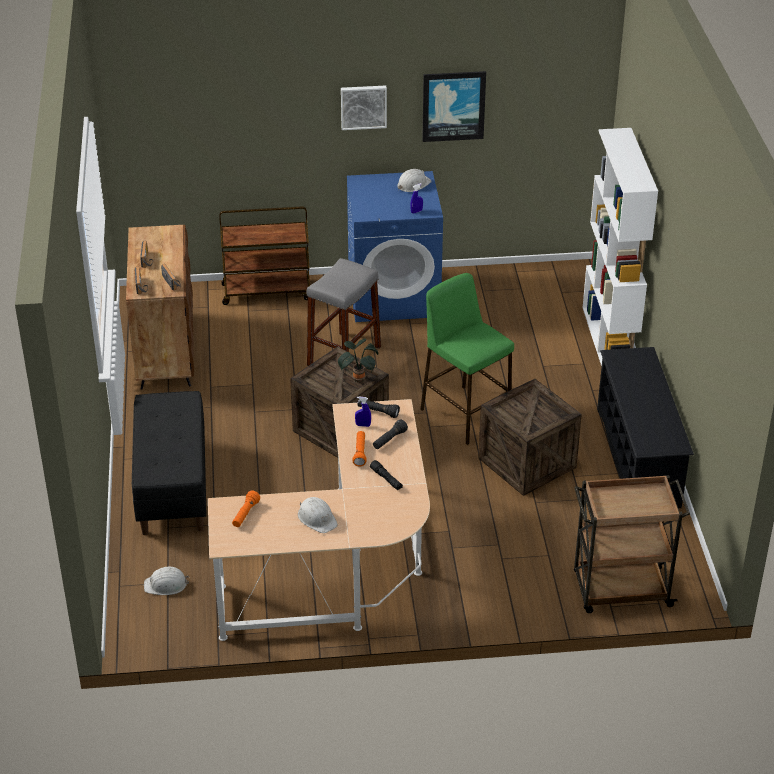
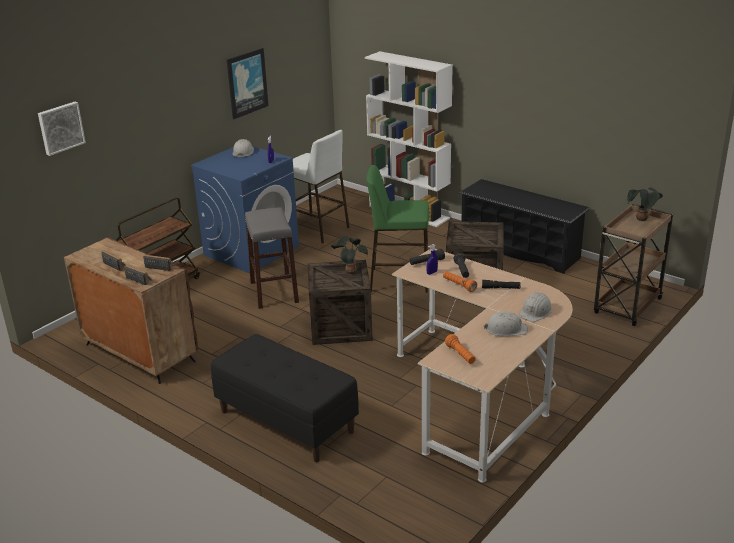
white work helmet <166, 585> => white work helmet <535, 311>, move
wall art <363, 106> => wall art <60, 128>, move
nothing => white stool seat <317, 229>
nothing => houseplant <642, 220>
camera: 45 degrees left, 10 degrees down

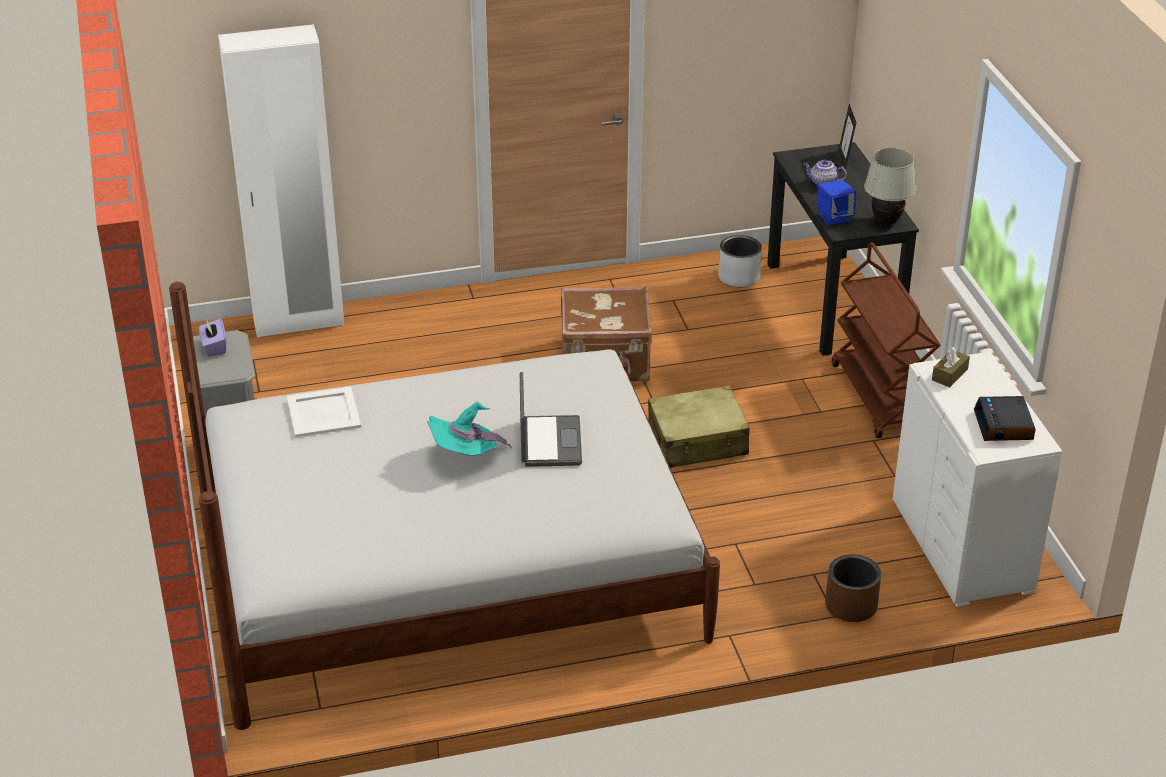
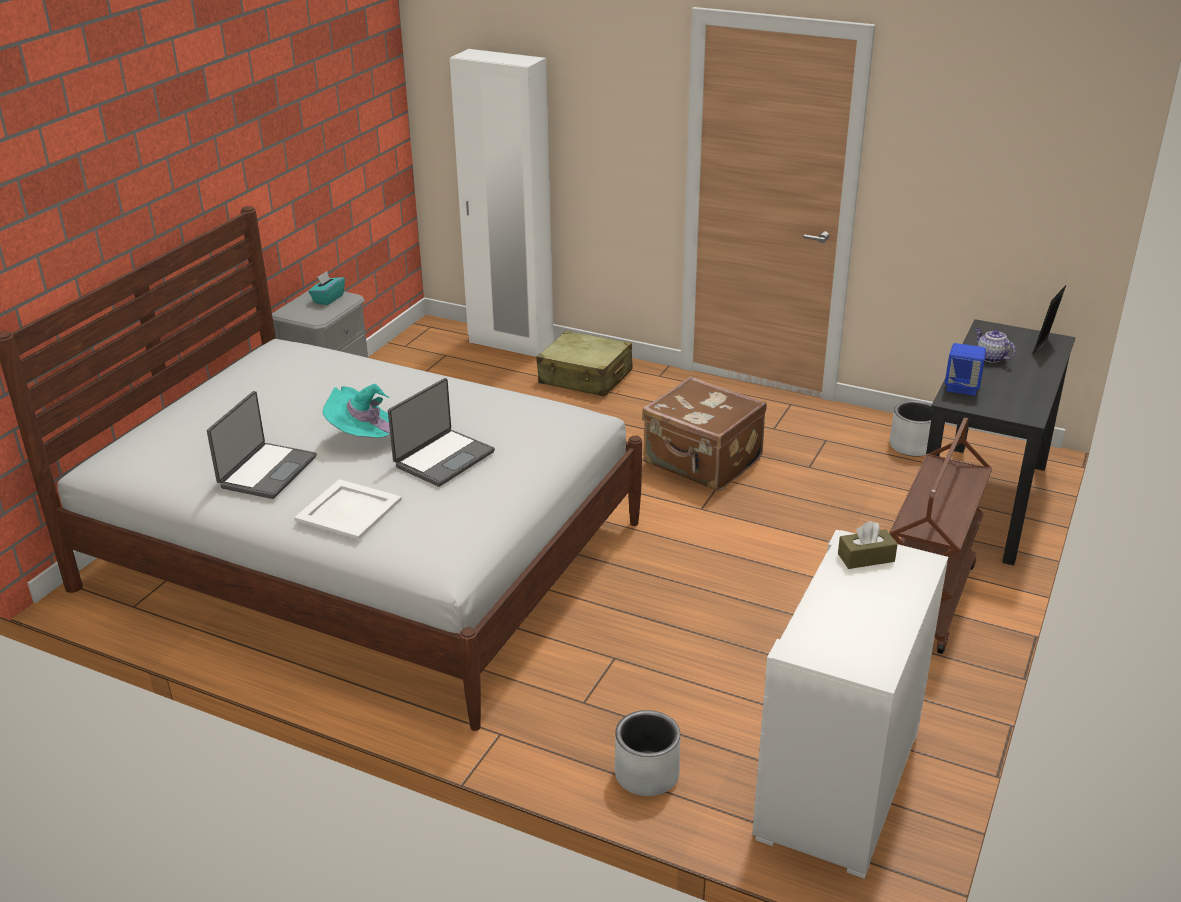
purplish tissue box <214, 347> => blue-green tissue box <328, 299>
white tray <324, 413> => white tray <349, 510>, move
beige-coloured suitcase <698, 441> => beige-coloured suitcase <585, 377>, move
brown plant pot <850, 606> => greyish plant pot <646, 774>
white lamp for a table <886, 221> => nothing
table clock <1004, 426> => nothing
nothing => portable computer <266, 471>
camera: 40 degrees right, 5 degrees down

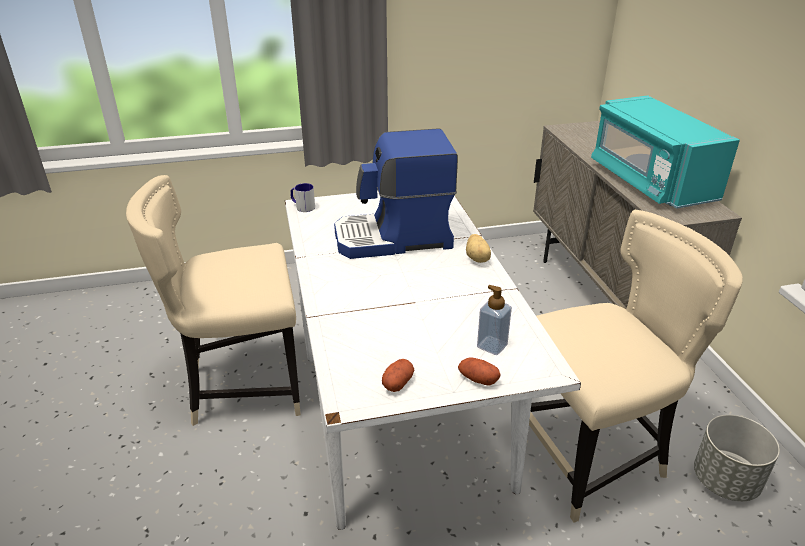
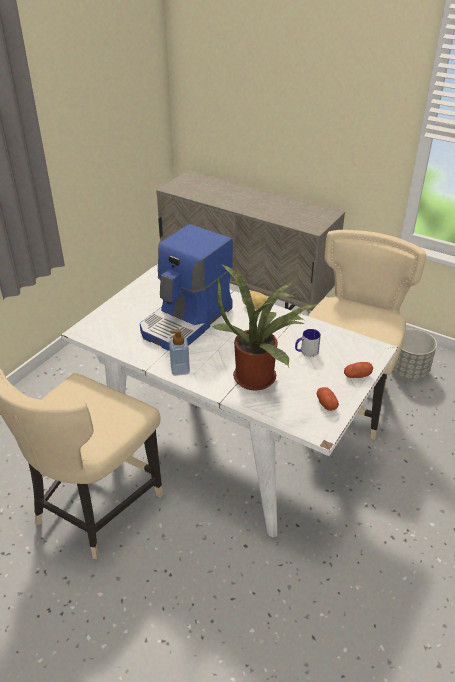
coffee mug <302, 207> => coffee mug <306, 352>, move
soap bottle <492, 346> => soap bottle <180, 370>, move
blue-green microwave oven <649, 181> => nothing
nothing => houseplant <258, 376>
camera: 45 degrees left, 5 degrees up

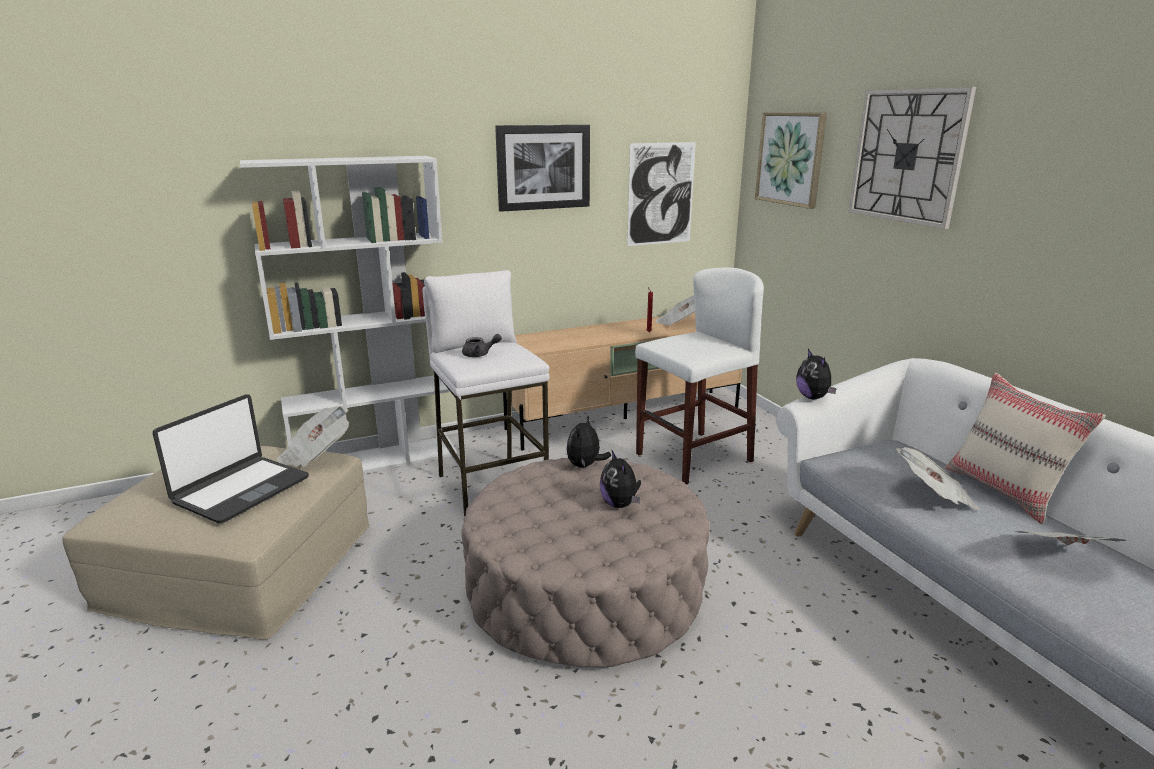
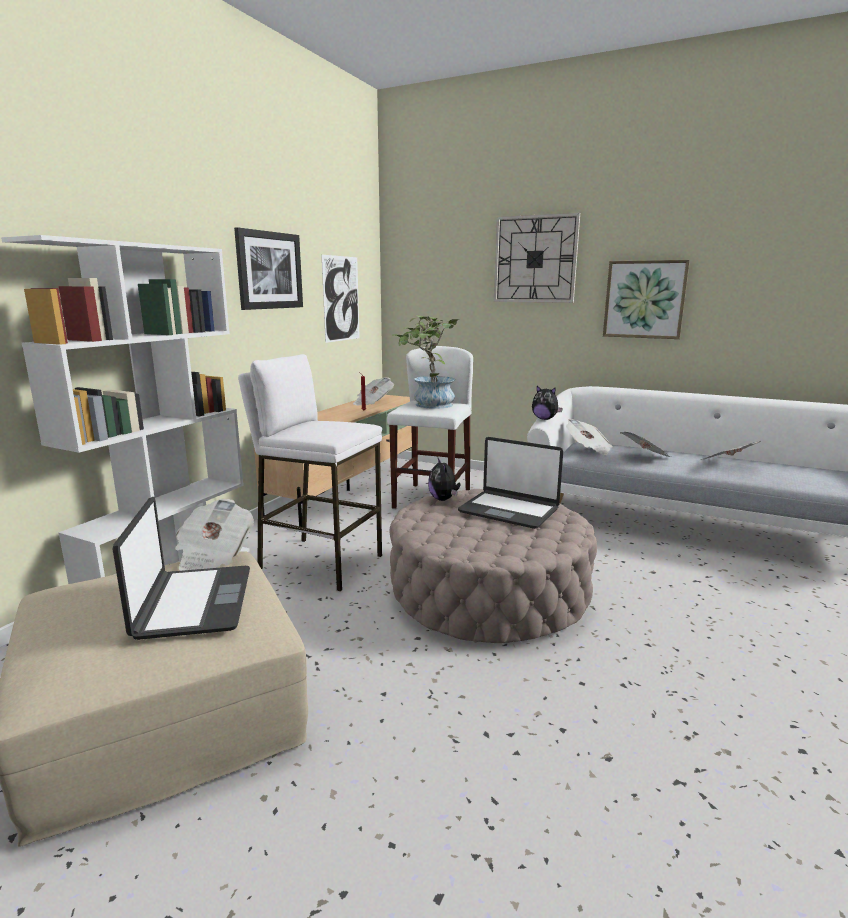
greyish tea pot <480, 354> => nothing
cuddly toy <620, 504> => portable computer <509, 510>
wall art <790, 159> => wall art <644, 299>, move
beige-coloured pillow <1005, 492> => nothing
nothing => houseplant <428, 405>
nothing => daily paper <588, 449>
camera: 40 degrees left, 5 degrees down

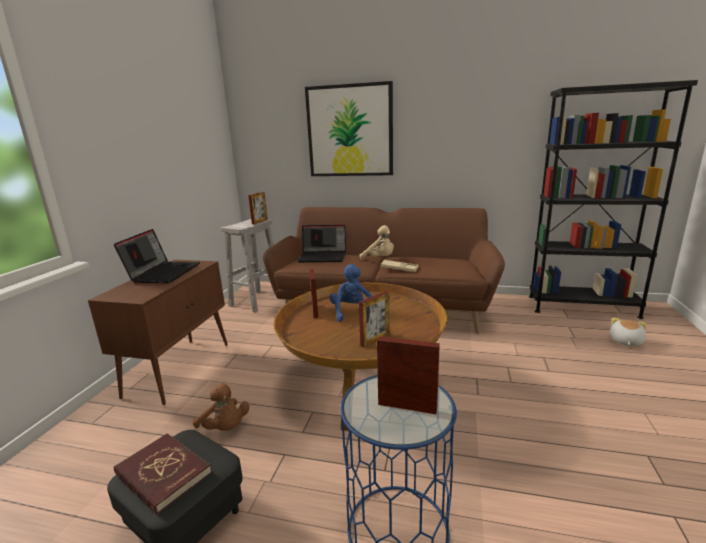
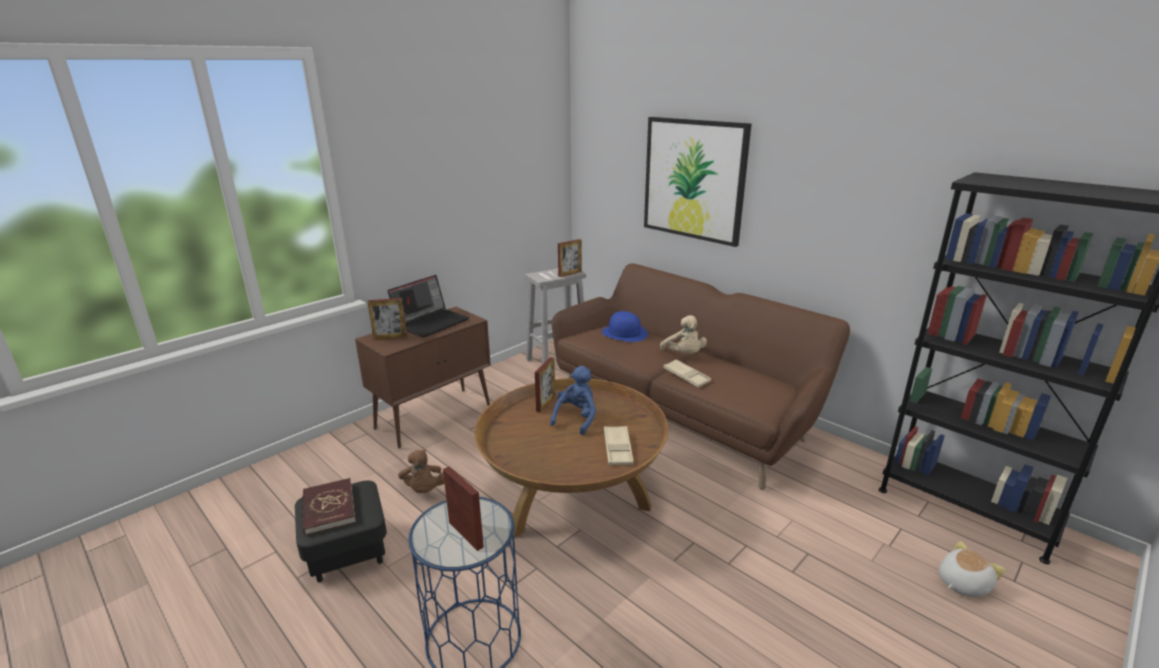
portable computer <323, 257> => blue clothing hat <624, 333>
standing frame <375, 340> => standing frame <390, 337>, move
nothing => beige-coloured tray <618, 449>
camera: 30 degrees right, 5 degrees up

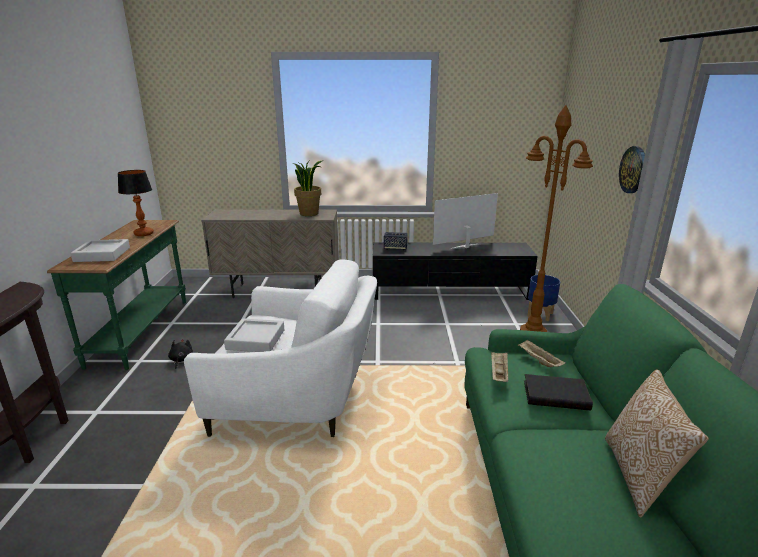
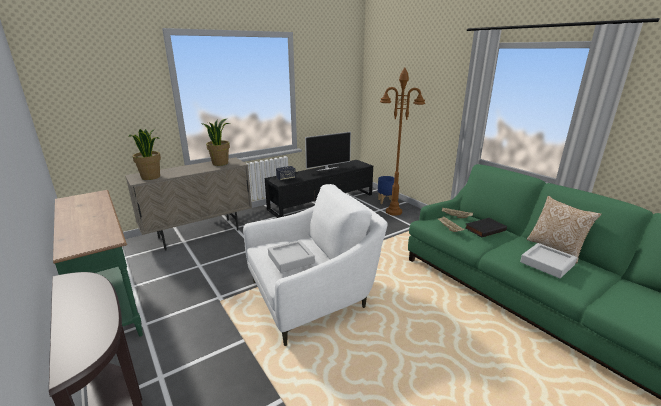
greyish tray <102, 254> => greyish tray <547, 263>, move
lamp for a table <143, 234> => nothing
black cuddly toy <181, 360> => nothing
television <465, 246> => television <327, 168>, 150 degrees counterclockwise
wall clock <633, 170> => nothing
nothing => houseplant <151, 177>
camera: 35 degrees left, 0 degrees up

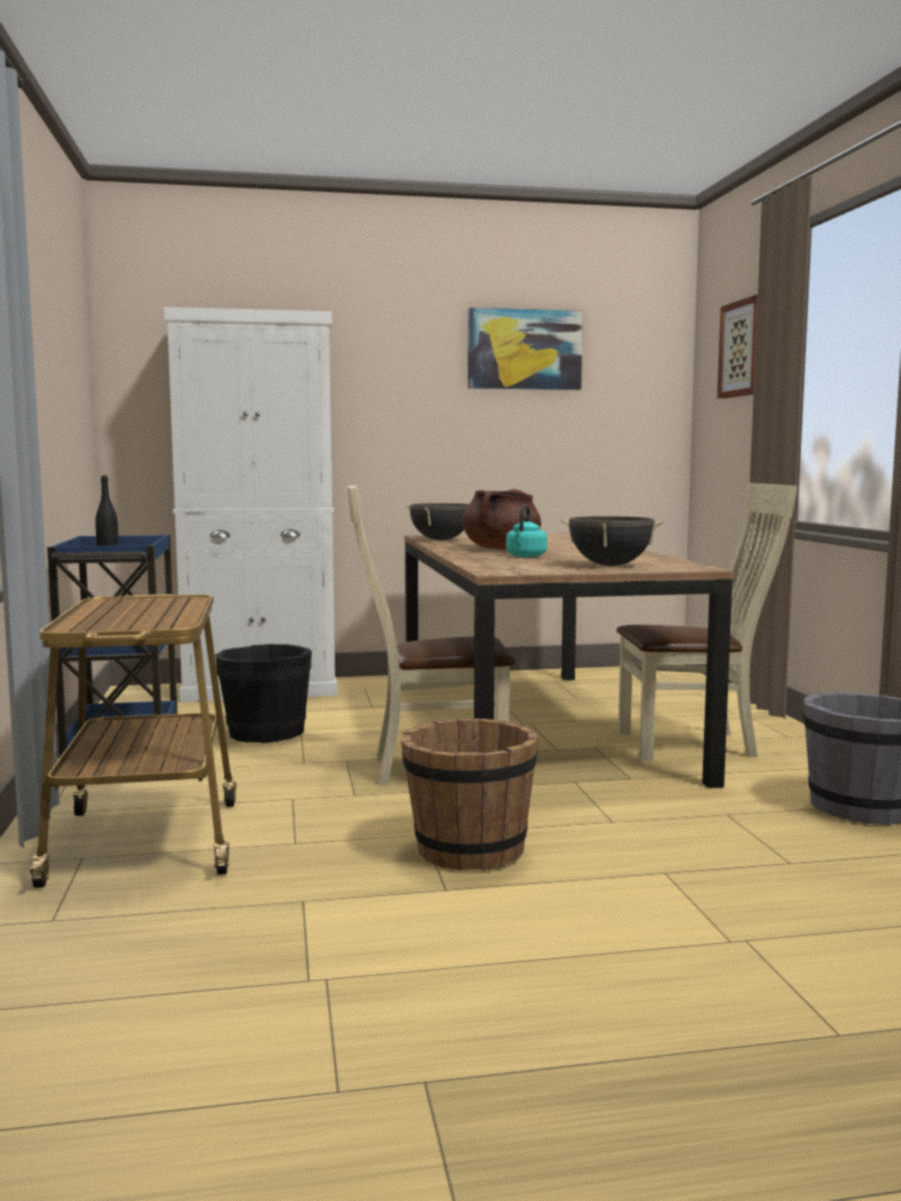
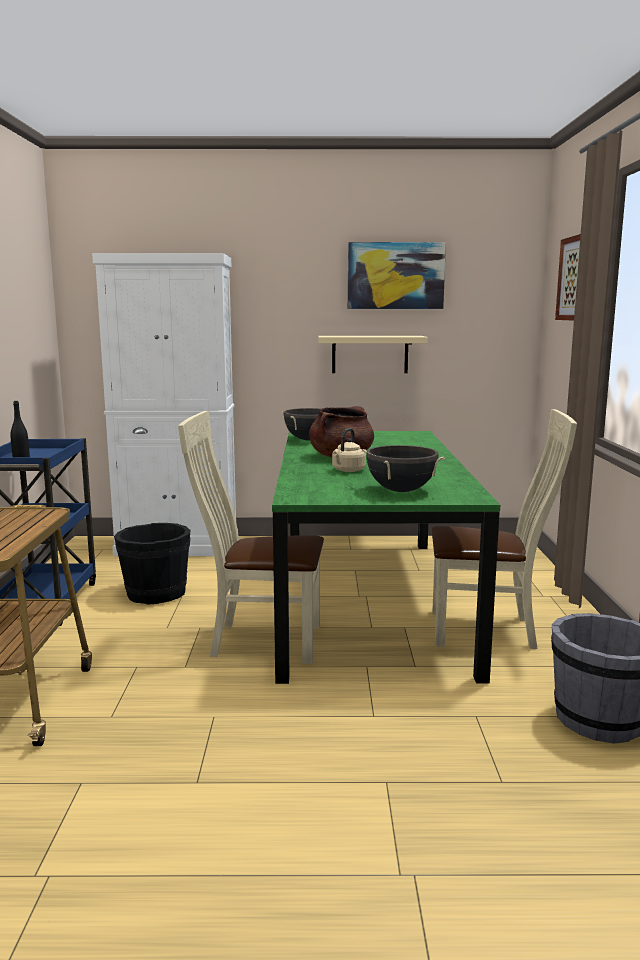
brown water bucket <469, 851> => nothing
brown dinner table <533, 725> => greenish dinner table <366, 599>
blue-green kettle <525, 556> => beige-coloured kettle <347, 470>
nothing => beige-coloured wall shelf <370, 354>
camera: 10 degrees right, 5 degrees up

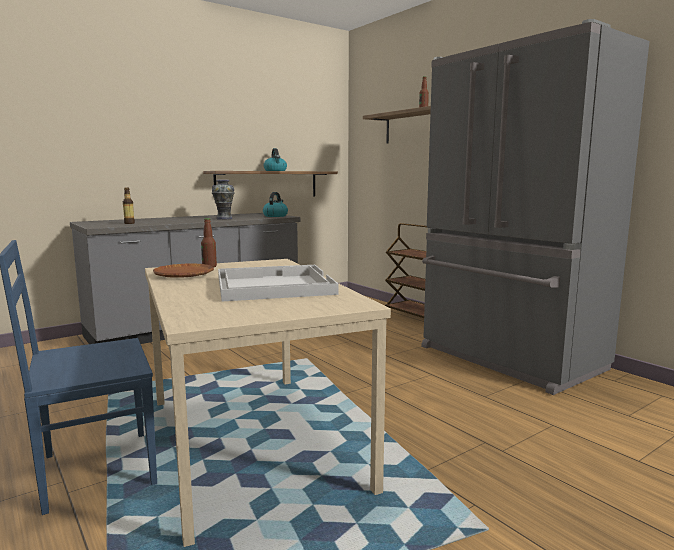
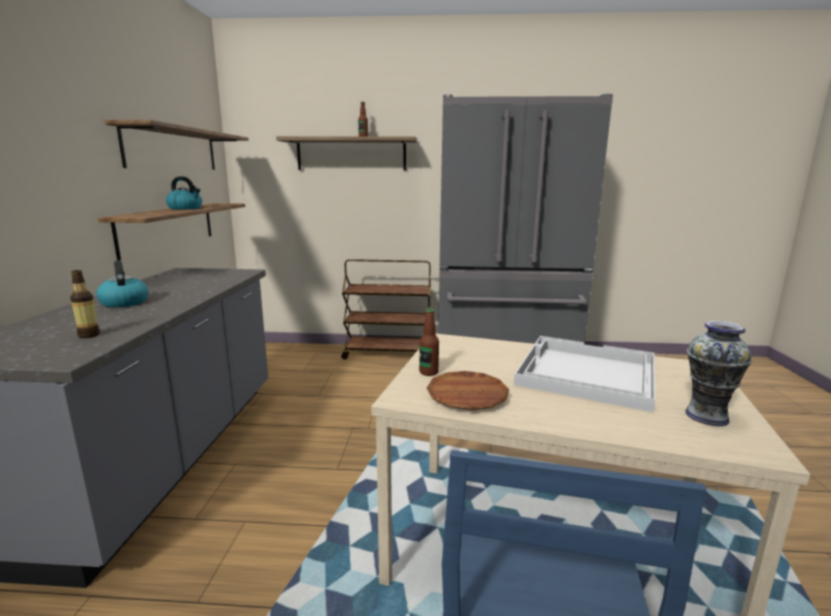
flower vase <224, 218> => flower vase <707, 416>, move
kettle <275, 216> => kettle <124, 302>, move
nothing => wall shelf <173, 149>
camera: 50 degrees left, 5 degrees up

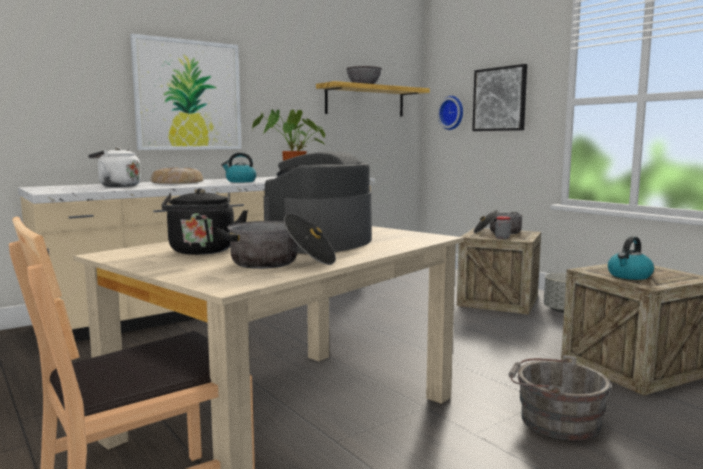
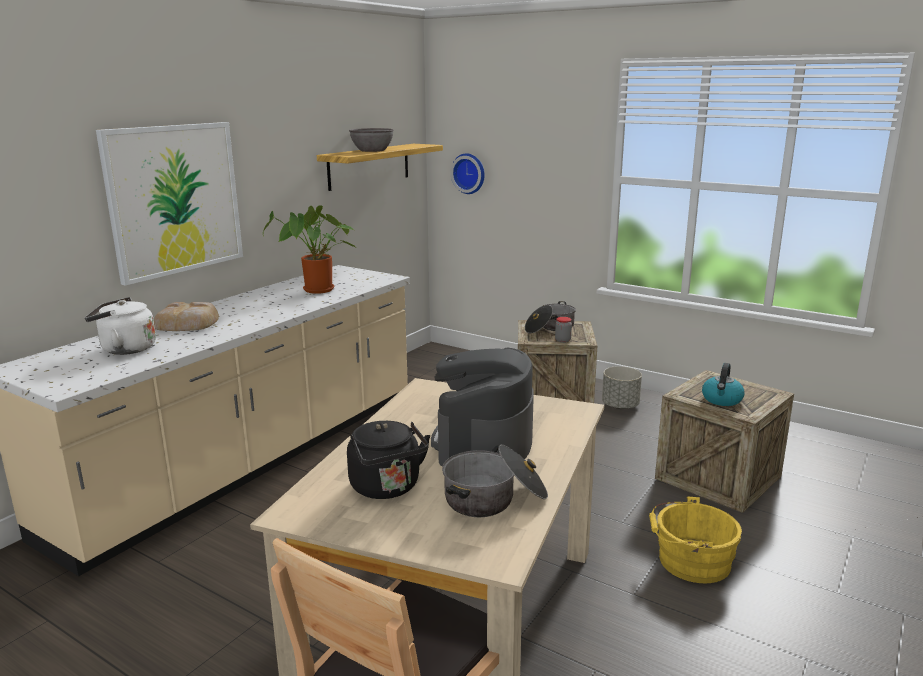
kettle <240, 181> => nothing
wall art <499, 99> => nothing
greyish water bucket <554, 420> => yellowish water bucket <689, 561>
camera: 20 degrees left, 10 degrees up

